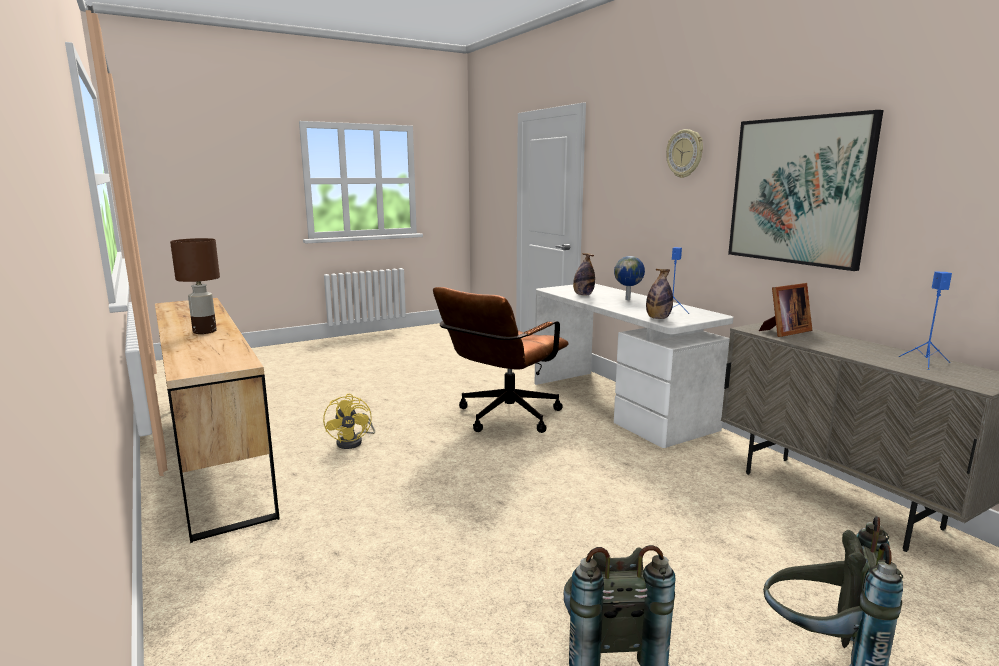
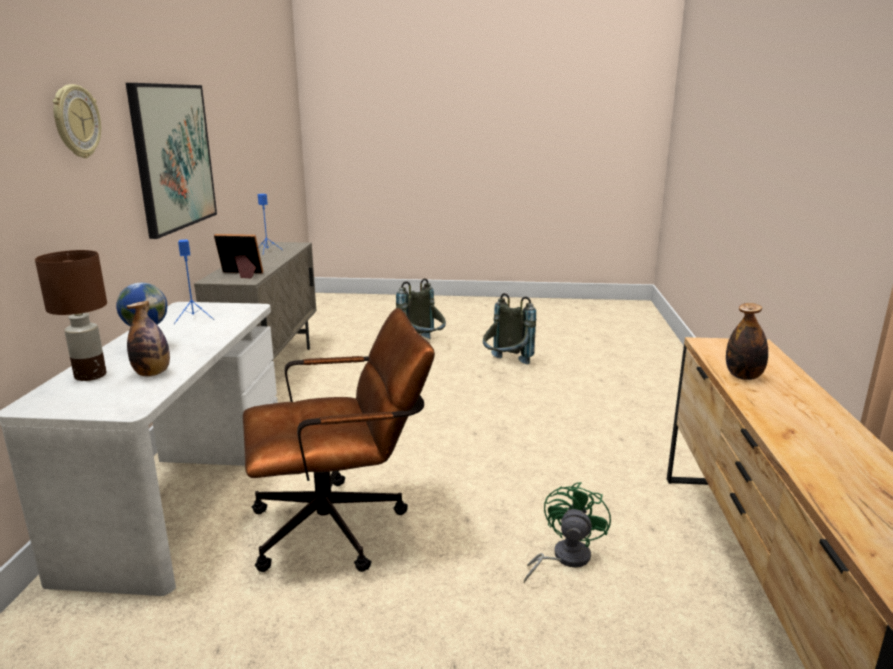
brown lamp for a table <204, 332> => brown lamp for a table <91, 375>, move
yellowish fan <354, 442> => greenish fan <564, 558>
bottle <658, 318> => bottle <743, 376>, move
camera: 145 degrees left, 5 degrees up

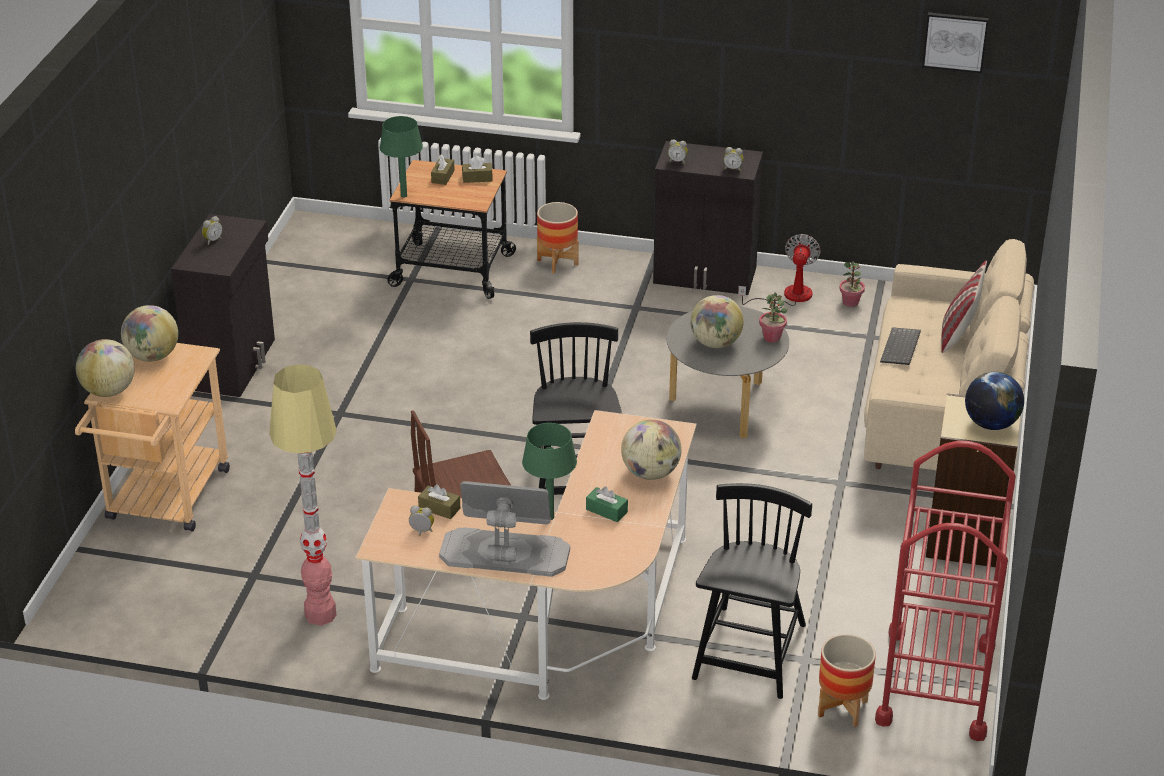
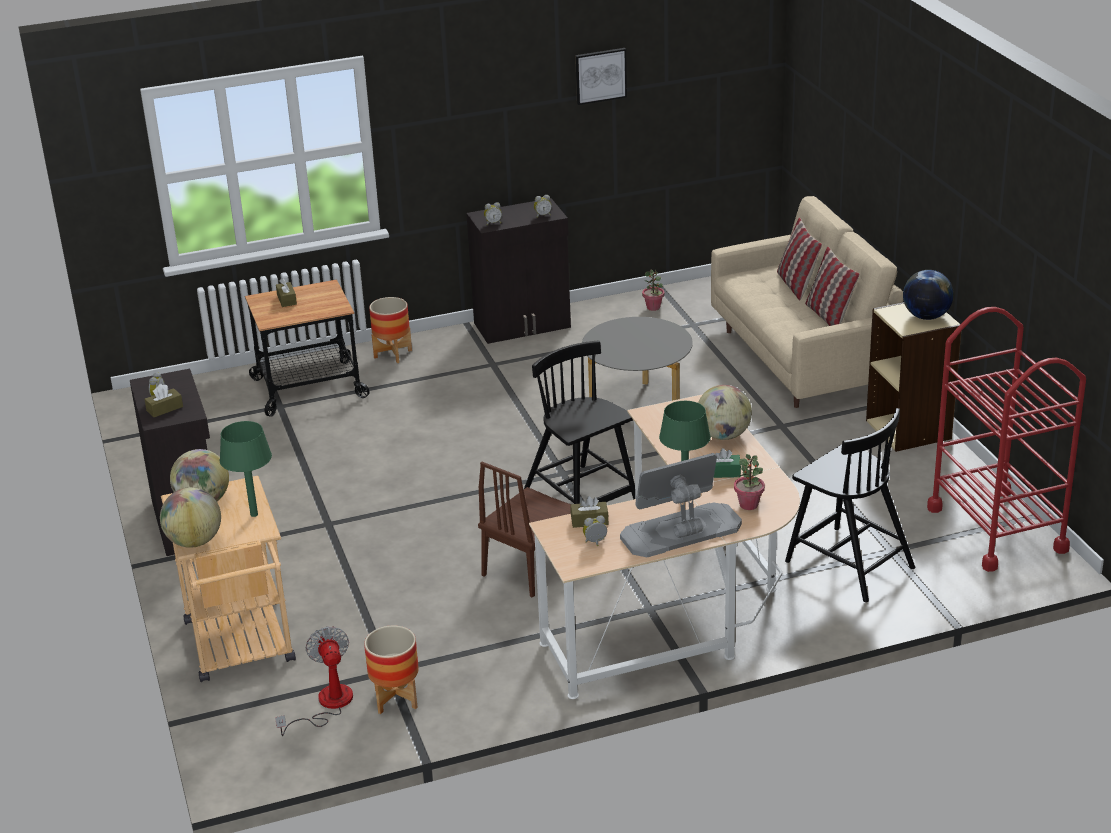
floor lamp <320, 614> => nothing
greenish lamp for a table <404, 195> => greenish lamp for a table <254, 514>, move
brown tissue box <477, 178> => brown tissue box <164, 409>, move
desk globe <715, 343> => nothing
black chair <749, 654> => black chair <847, 563>, 150 degrees clockwise
fan <788, 296> => fan <326, 705>, move
houseplant <772, 337> => houseplant <749, 505>, move
plant pot <842, 708> => plant pot <395, 699>, move
PC keyboard <901, 348> => nothing
wall art <955, 41> => wall art <600, 75>, move
nothing => pillow <829, 316>
camera: 30 degrees left, 5 degrees down

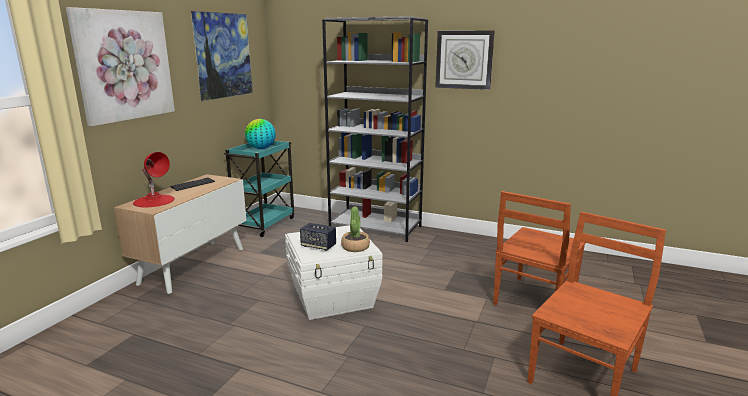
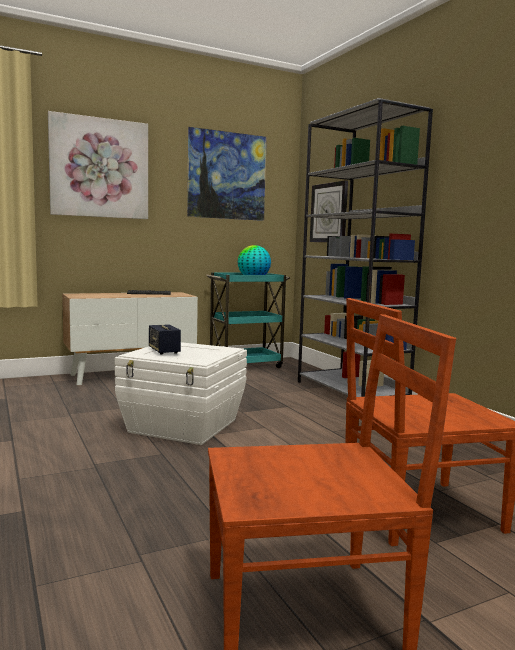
red lamp for a table <154, 201> => nothing
houseplant <355, 247> => nothing
wall clock <464, 59> => wall clock <329, 213>, move
camera: 40 degrees right, 10 degrees down

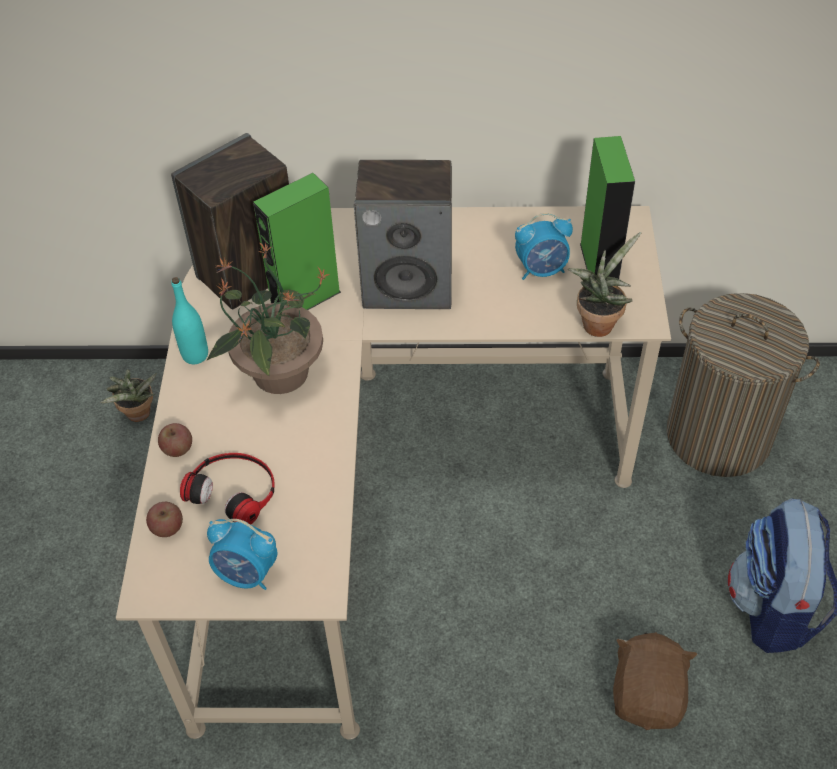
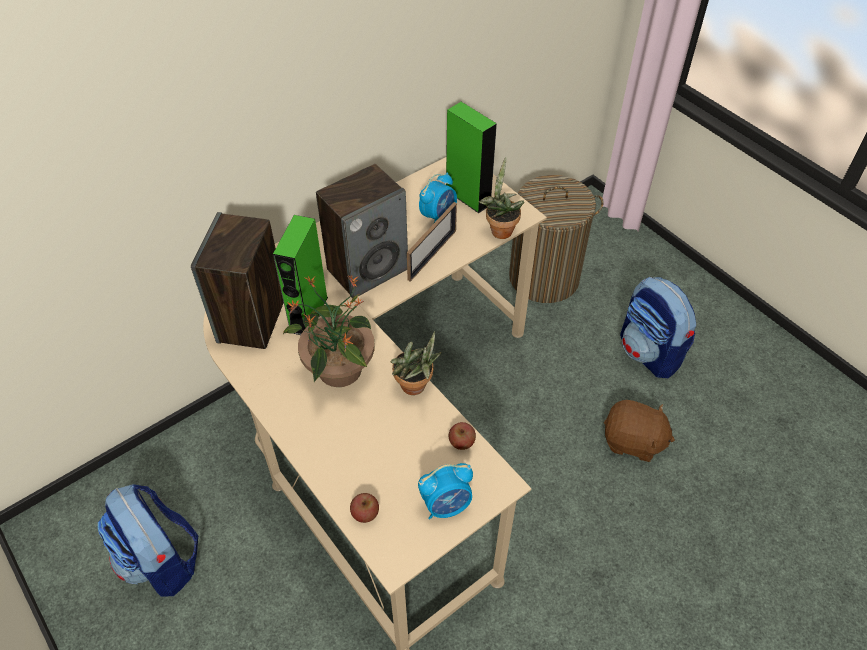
houseplant <138, 416> => houseplant <416, 387>, move
apple <177, 448> => apple <461, 442>, move
blue-green bottle <195, 355> => nothing
pair of headphones <234, 489> => nothing
brown cuddly toy <647, 695> => brown cuddly toy <633, 441>, 135 degrees clockwise
nothing => knapsack <162, 561>
nothing => standing frame <432, 255>
camera: 40 degrees left, 0 degrees up

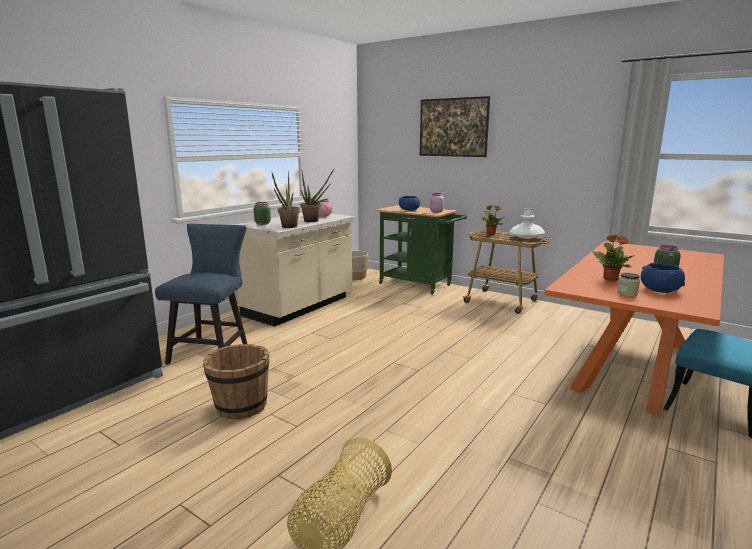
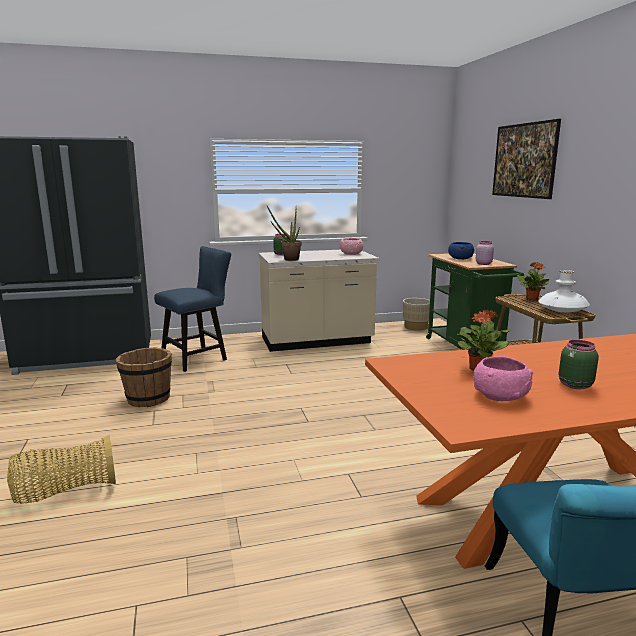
houseplant <314, 221> => nothing
jar <627, 293> => nothing
blue bowl <660, 289> => pink bowl <500, 395>
camera: 40 degrees right, 0 degrees up

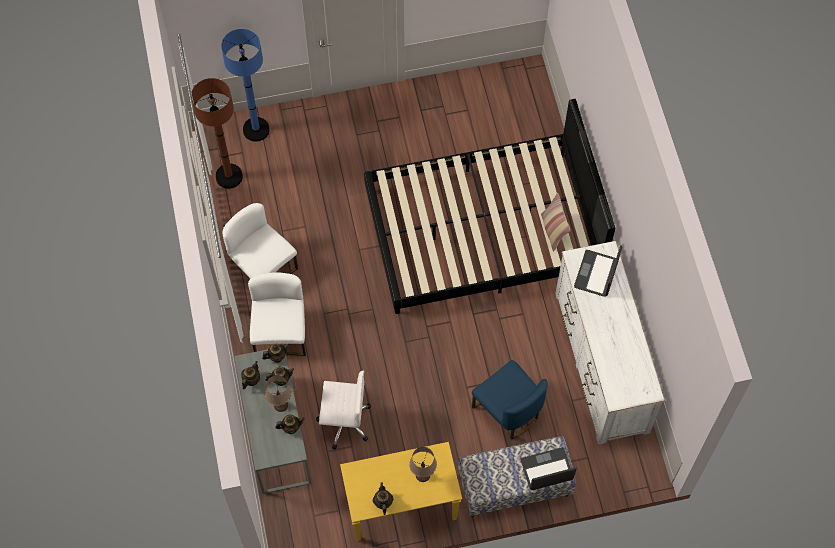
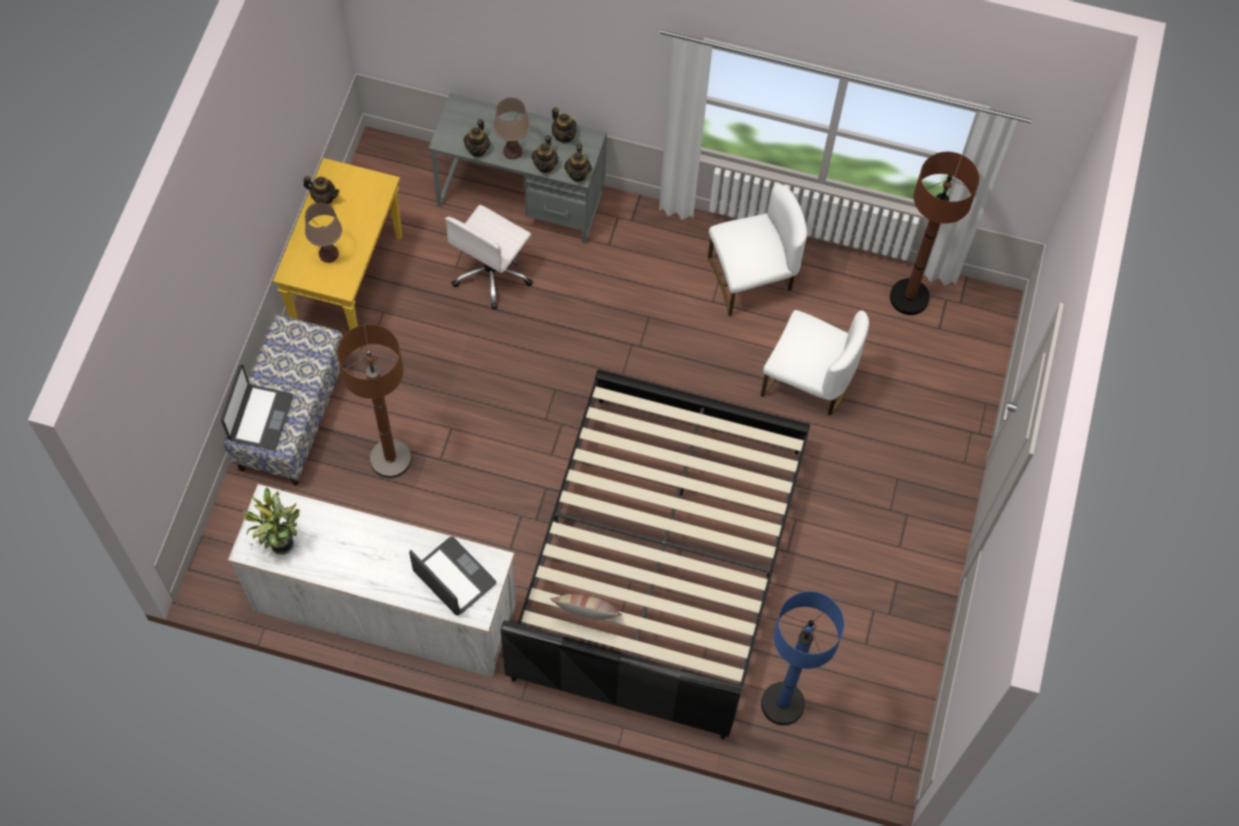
blue floor lamp <256, 130> => blue floor lamp <782, 704>, move
white chair <281, 333> => white chair <807, 382>, move
blue chair <507, 411> => brown floor lamp <390, 459>
nothing => houseplant <280, 543>
camera: 115 degrees right, 0 degrees up

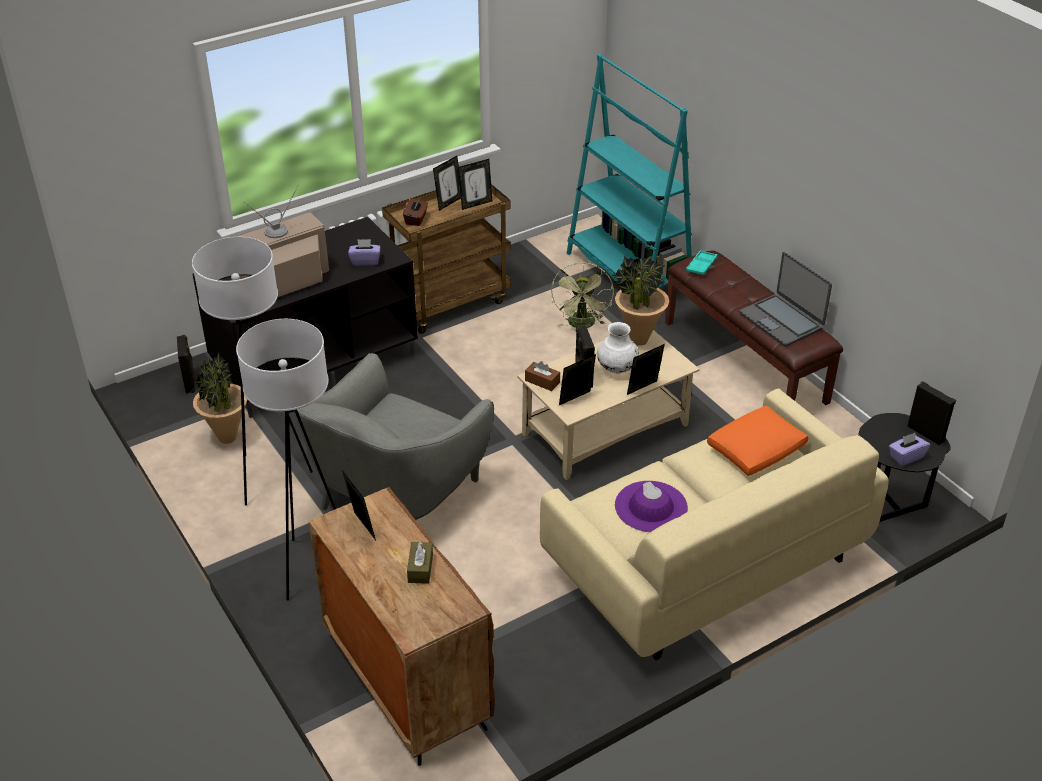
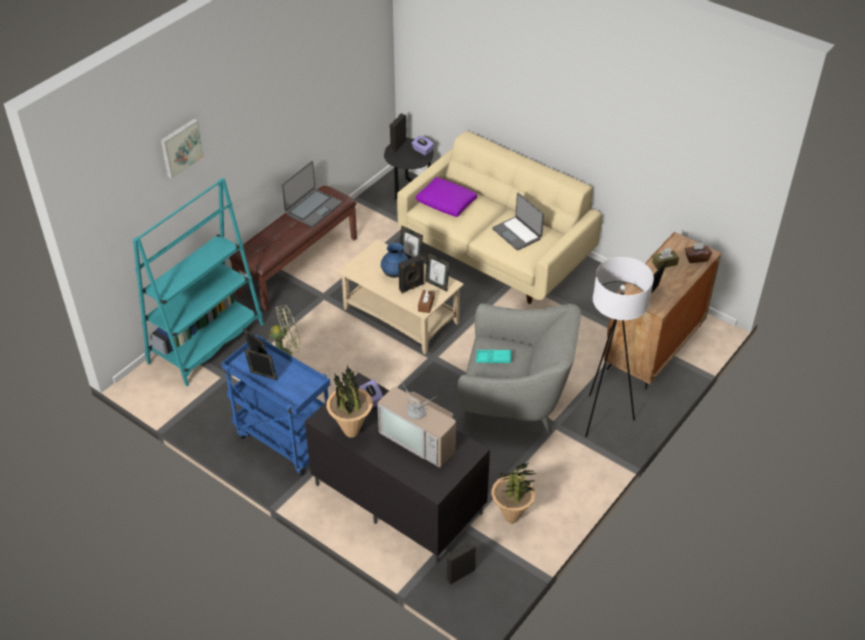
white floor lamp <268, 477> => nothing
brown cart <450, 302> => blue cart <283, 440>
brown tissue box <416, 219> => brown tissue box <696, 258>, move
white flower vase <617, 369> => blue flower vase <395, 274>
houseplant <638, 340> => houseplant <351, 432>, move
purplish clothing hat <651, 507> => portable computer <517, 233>
blue-green tray <701, 265> => blue-green tray <493, 358>, move
orange pillow <755, 450> => purplish pillow <446, 203>
nothing => wall art <181, 147>
camera: 110 degrees left, 5 degrees up

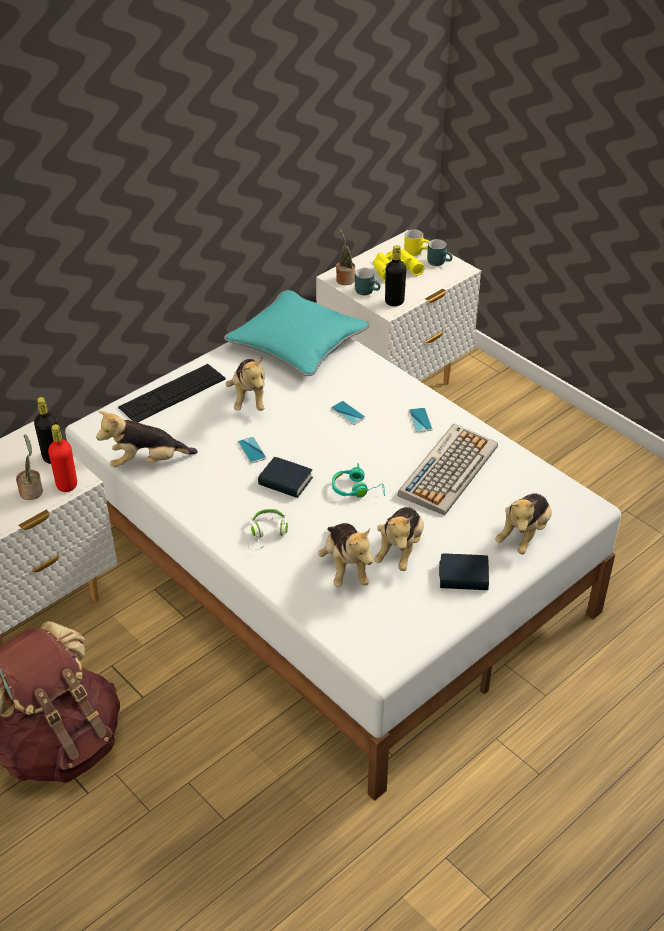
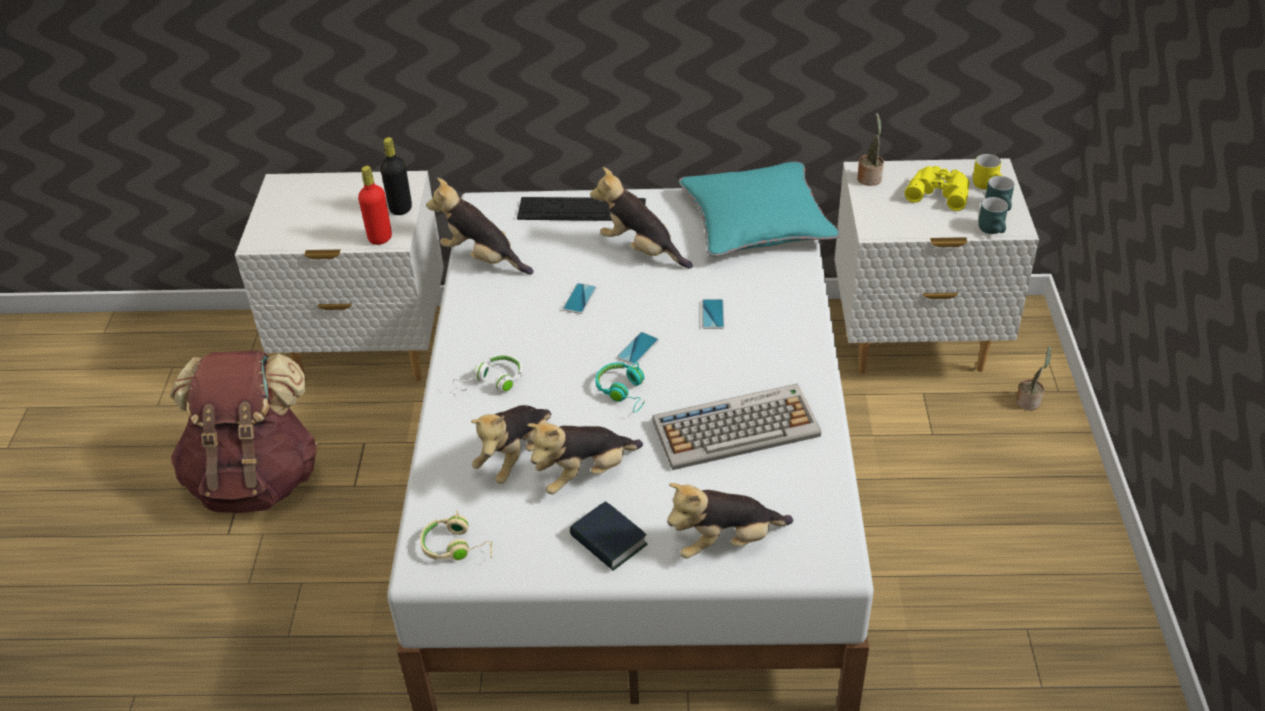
houseplant <32, 491> => houseplant <1029, 401>, move
cuddly toy <249, 398> => cuddly toy <641, 250>, 90 degrees clockwise
book <285, 482> => nothing
blue-green coffee mug <367, 291> => blue-green coffee mug <994, 229>, move
black bottle <394, 302> => nothing
handset <420, 420> => handset <638, 349>, move
nothing => beige-coloured pair of headphones <457, 546>
camera: 45 degrees right, 0 degrees up

